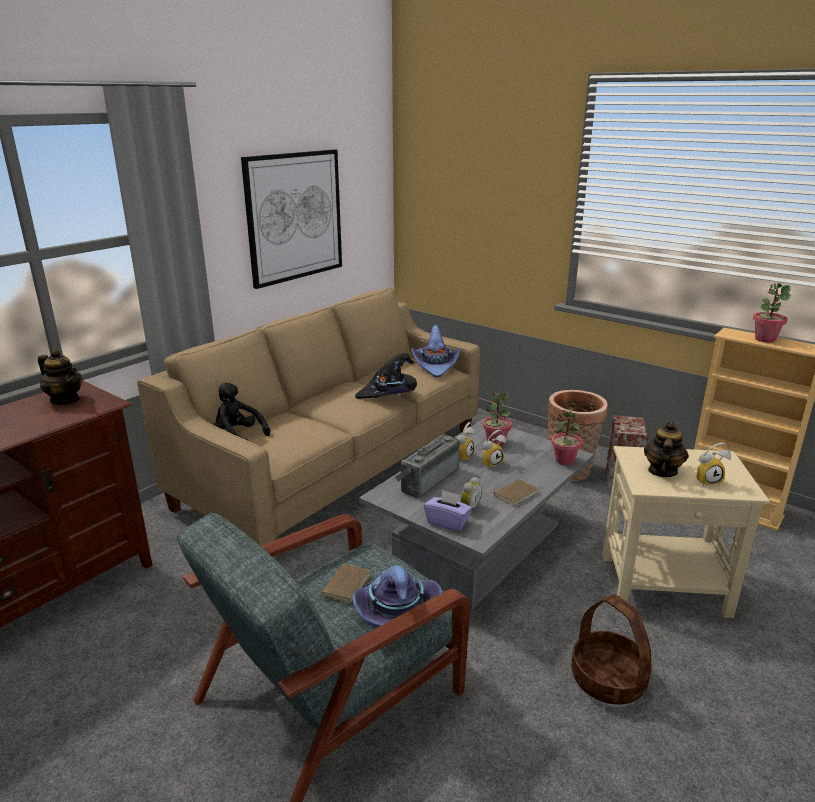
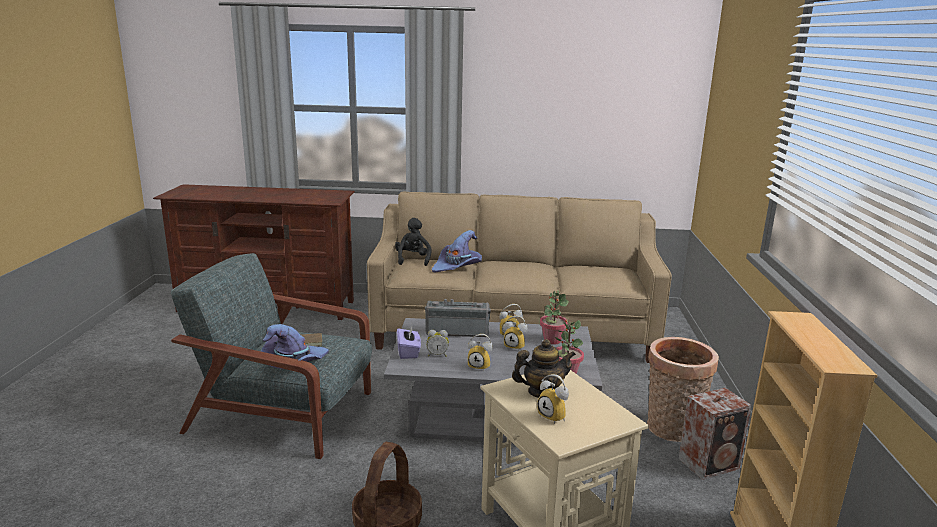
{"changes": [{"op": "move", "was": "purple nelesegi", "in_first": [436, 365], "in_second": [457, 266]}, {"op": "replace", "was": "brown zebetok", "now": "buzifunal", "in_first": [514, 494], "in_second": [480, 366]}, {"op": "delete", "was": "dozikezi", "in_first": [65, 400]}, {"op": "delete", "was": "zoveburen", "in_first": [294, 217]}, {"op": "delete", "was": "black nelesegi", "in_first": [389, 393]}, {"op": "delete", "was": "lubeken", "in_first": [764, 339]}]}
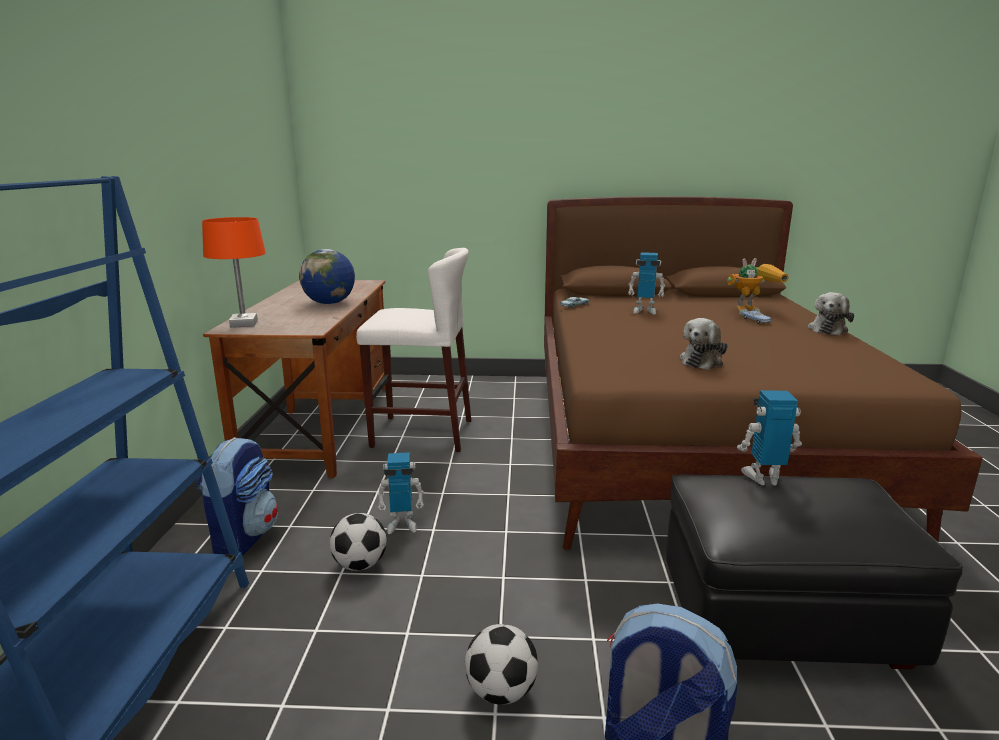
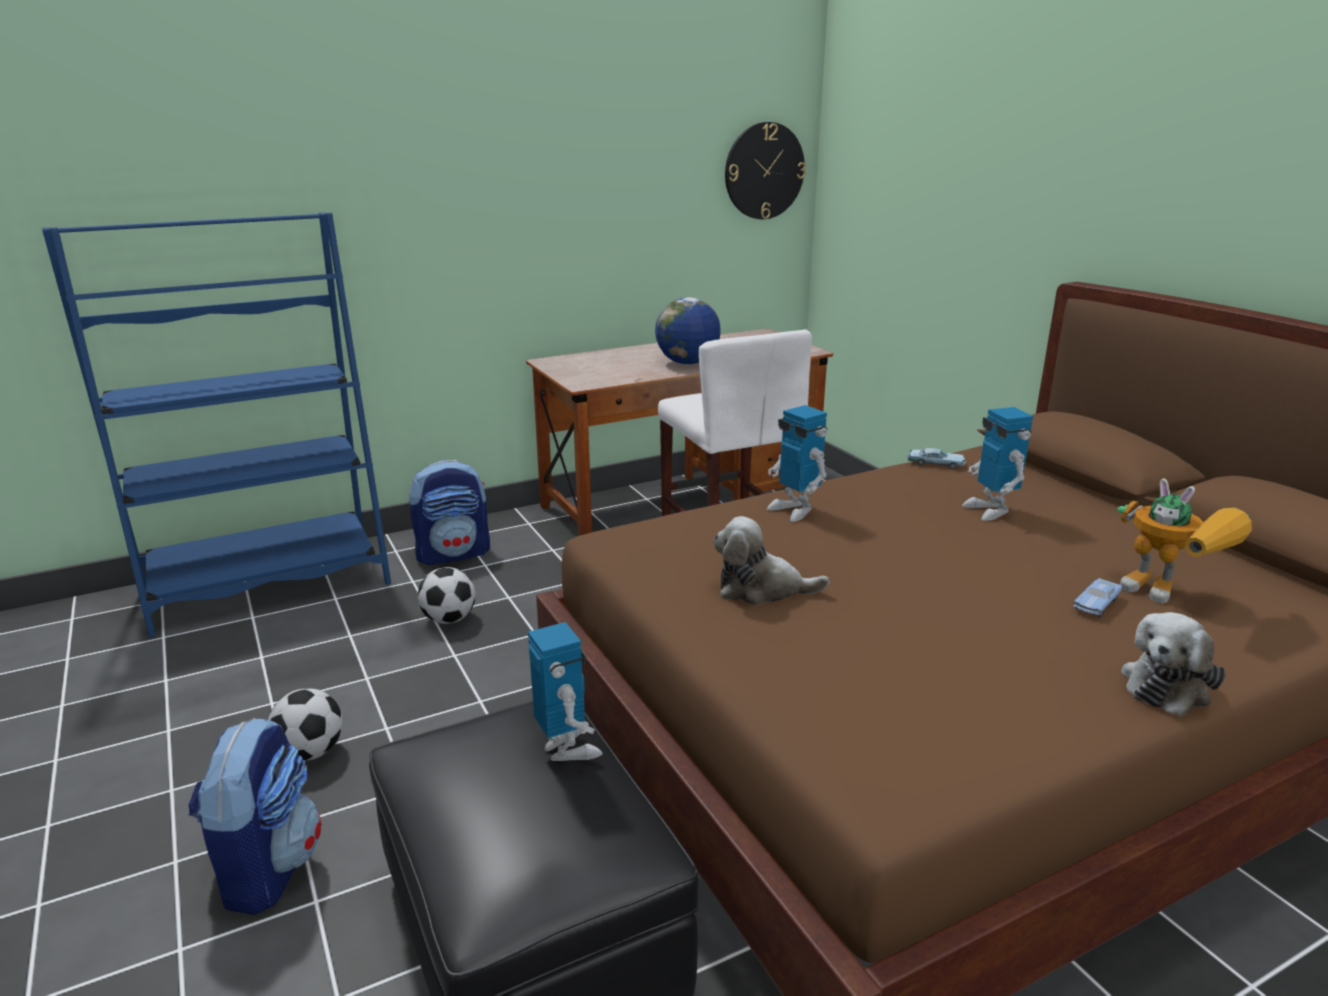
{"changes": [{"op": "insert", "now": "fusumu", "in_second": [764, 171]}, {"op": "move", "was": "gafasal", "in_first": [402, 524], "in_second": [794, 510]}, {"op": "rotate", "was": "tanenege", "in_first": [828, 329], "in_second": [1168, 685], "clockwise": -45}, {"op": "delete", "was": "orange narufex", "in_first": [244, 324]}]}
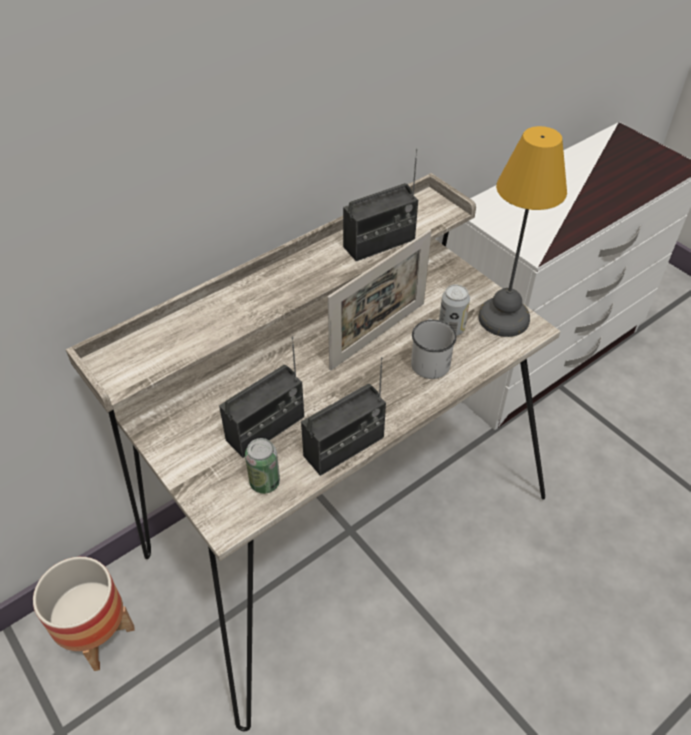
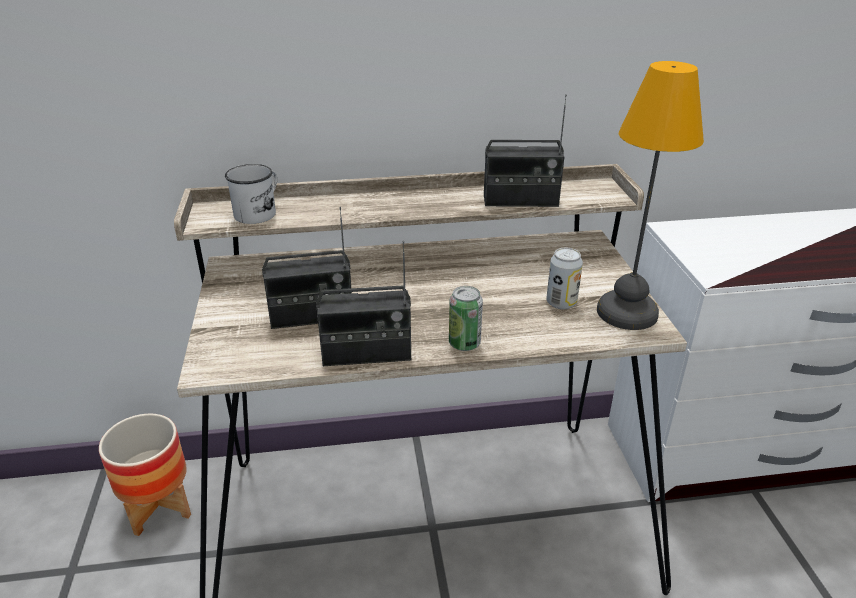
{"changes": [{"op": "move", "was": "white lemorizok", "in_first": [429, 359], "in_second": [259, 212]}, {"op": "move", "was": "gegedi", "in_first": [264, 482], "in_second": [464, 343]}, {"op": "delete", "was": "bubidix", "in_first": [378, 335]}]}
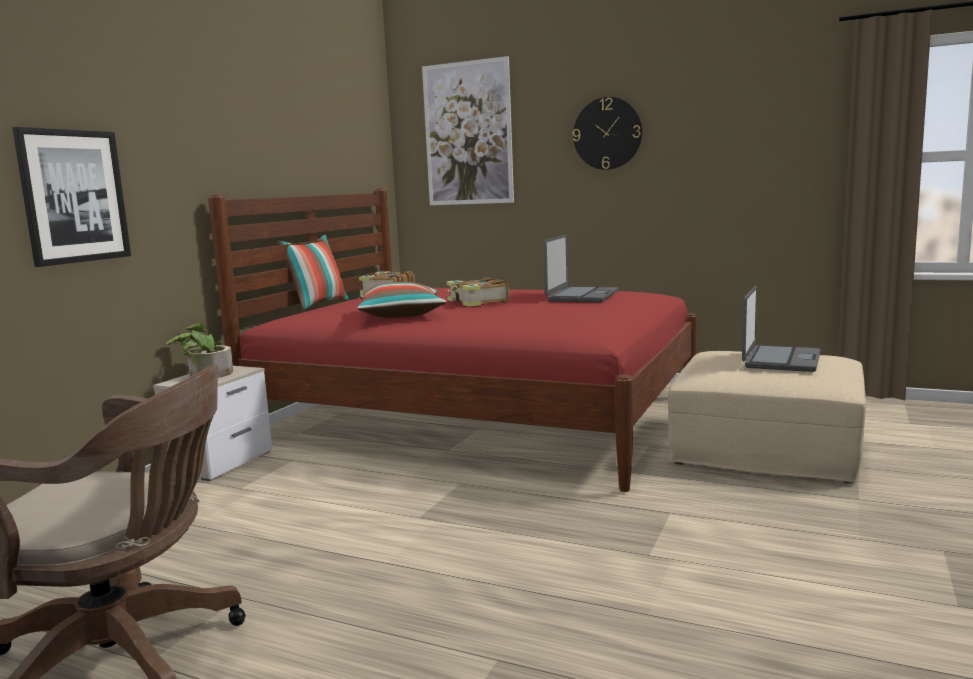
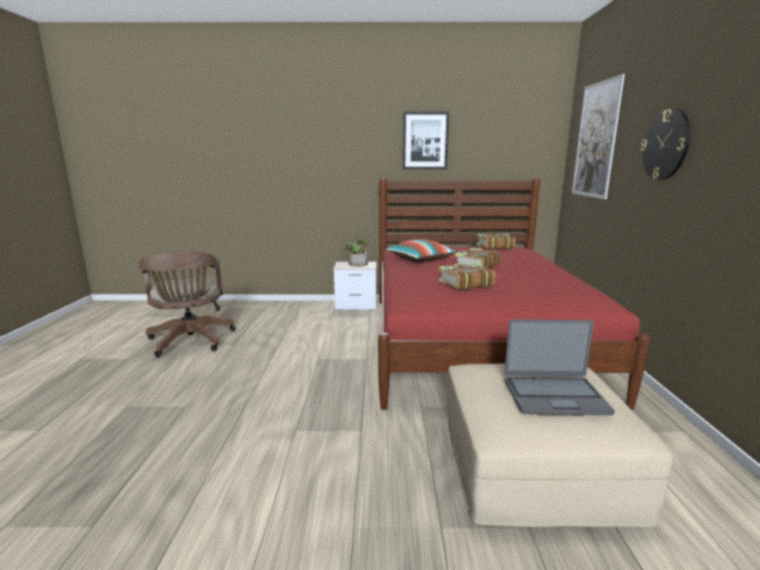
{"changes": [{"op": "move", "was": "zoveburen", "in_first": [74, 196], "in_second": [425, 141]}, {"op": "insert", "now": "zebetok", "in_second": [465, 284]}, {"op": "delete", "was": "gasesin", "in_first": [318, 305]}, {"op": "delete", "was": "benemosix", "in_first": [581, 296]}]}
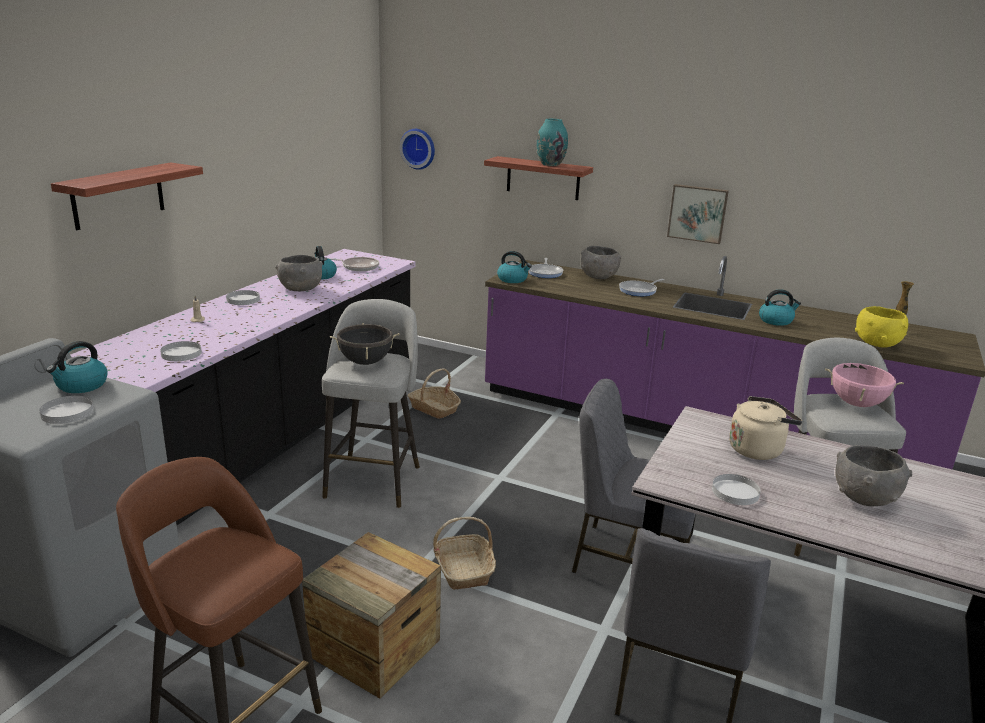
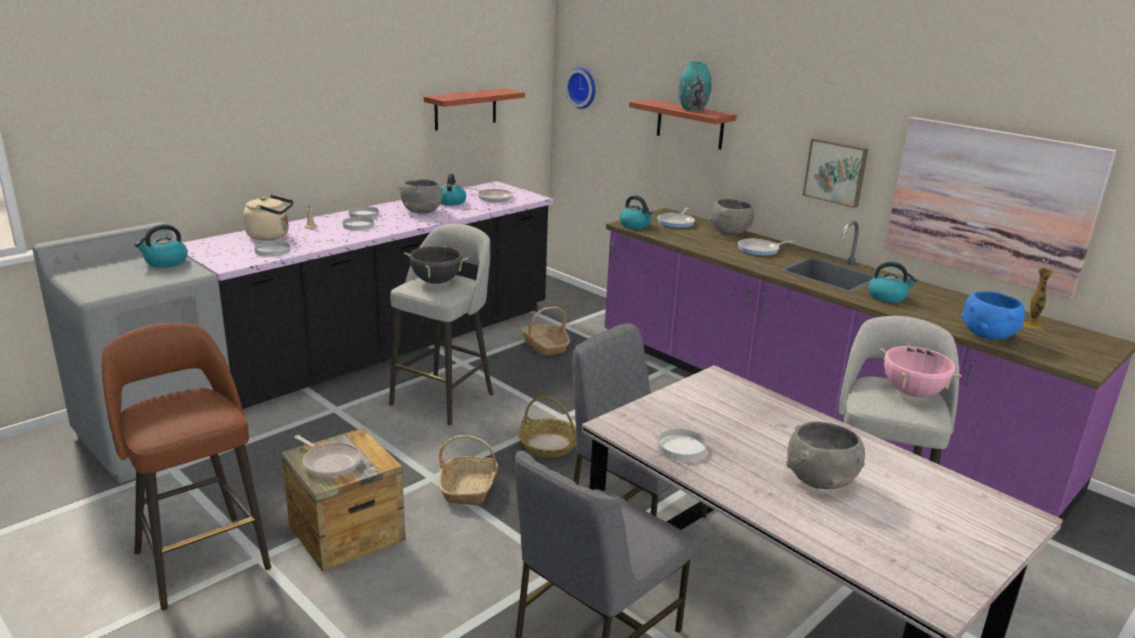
{"changes": [{"op": "move", "was": "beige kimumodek", "in_first": [757, 449], "in_second": [271, 236]}, {"op": "insert", "now": "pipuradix", "in_second": [330, 462]}, {"op": "move", "was": "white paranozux", "in_first": [67, 412], "in_second": [358, 225]}, {"op": "move", "was": "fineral", "in_first": [118, 195], "in_second": [465, 109]}, {"op": "insert", "now": "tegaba", "in_second": [548, 445]}, {"op": "insert", "now": "zoveburen", "in_second": [990, 203]}, {"op": "recolor", "was": "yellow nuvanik", "now": "blue nuvanik", "in_first": [877, 343], "in_second": [987, 335]}]}
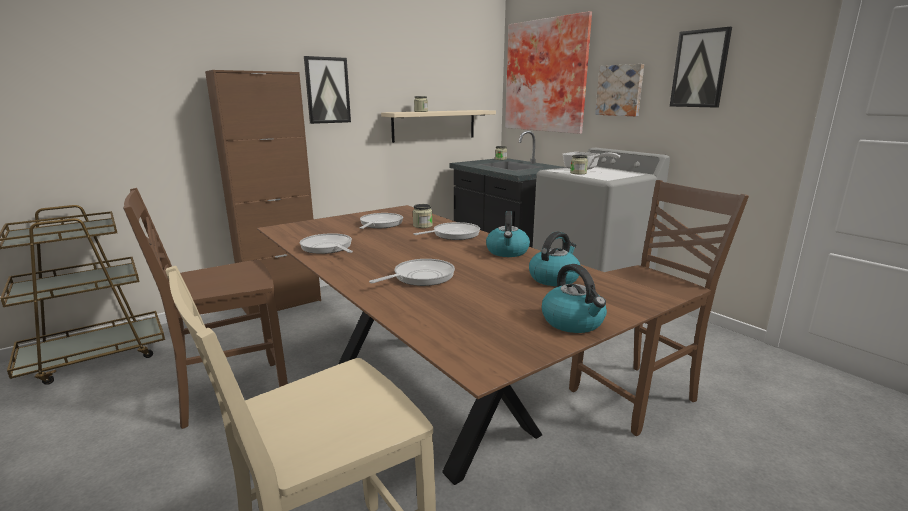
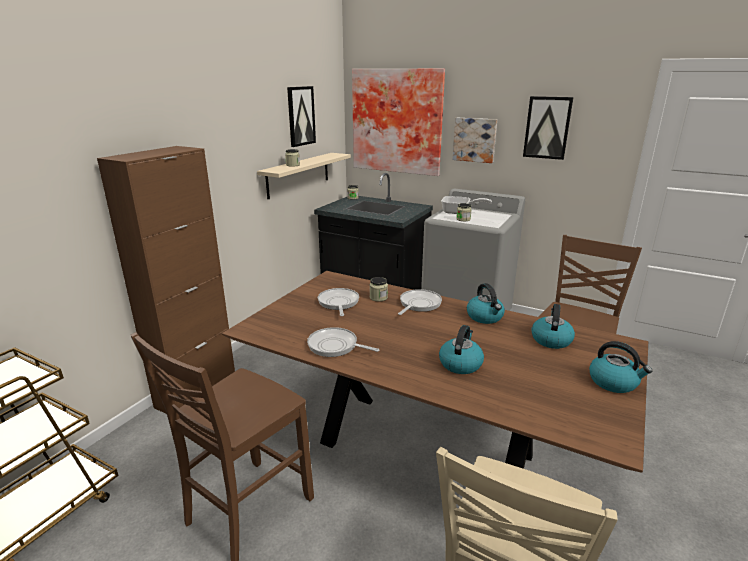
{"changes": [{"op": "move", "was": "zoveburen", "in_first": [327, 90], "in_second": [300, 116]}, {"op": "replace", "was": "pipuradix", "now": "kimumodek", "in_first": [420, 277], "in_second": [460, 363]}]}
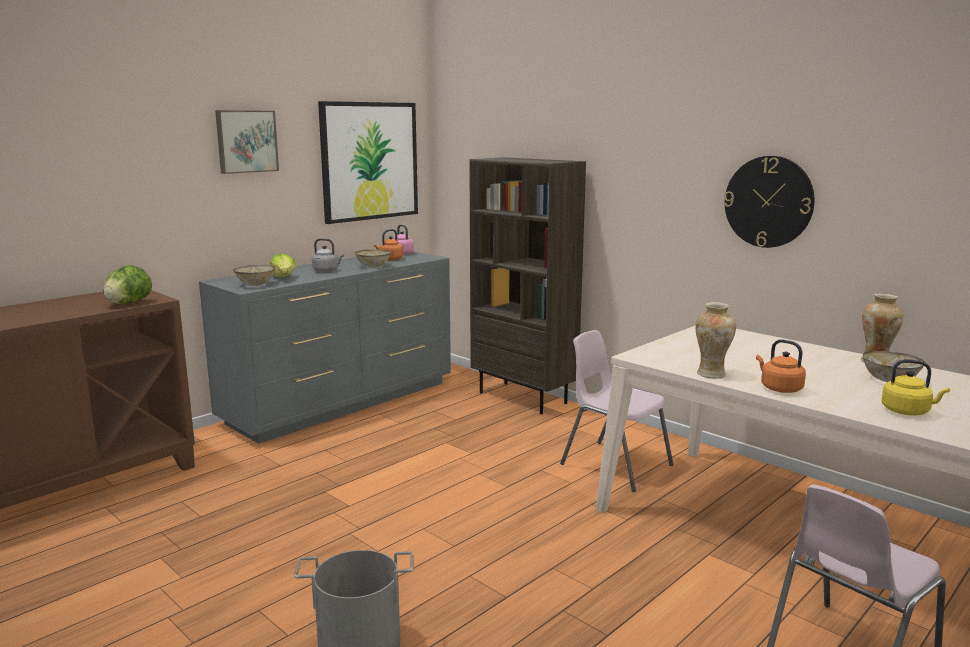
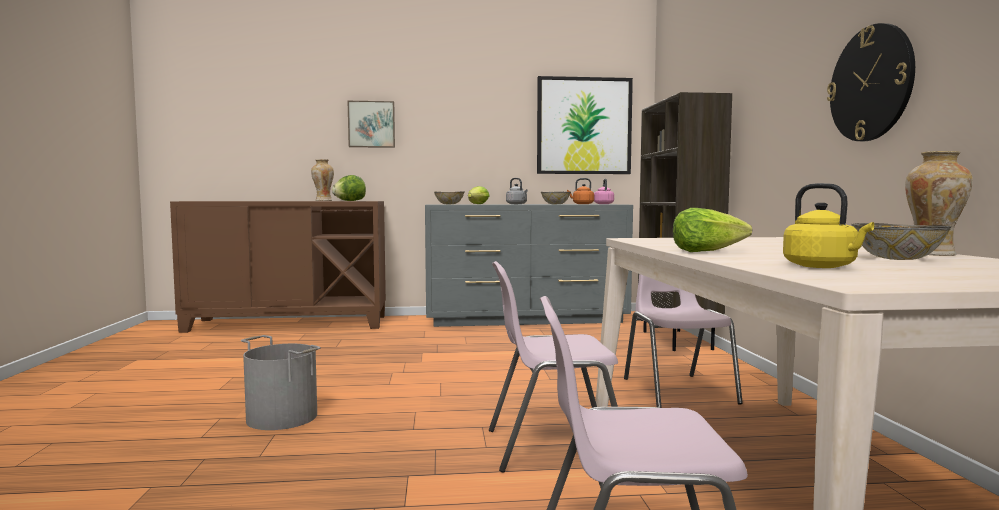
{"changes": [{"op": "move", "was": "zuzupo", "in_first": [711, 374], "in_second": [323, 201]}, {"op": "move", "was": "zoveburen", "in_first": [246, 141], "in_second": [371, 124]}, {"op": "insert", "now": "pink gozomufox", "in_second": [552, 447]}, {"op": "replace", "was": "orange kimumodek", "now": "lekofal", "in_first": [779, 388], "in_second": [707, 251]}]}
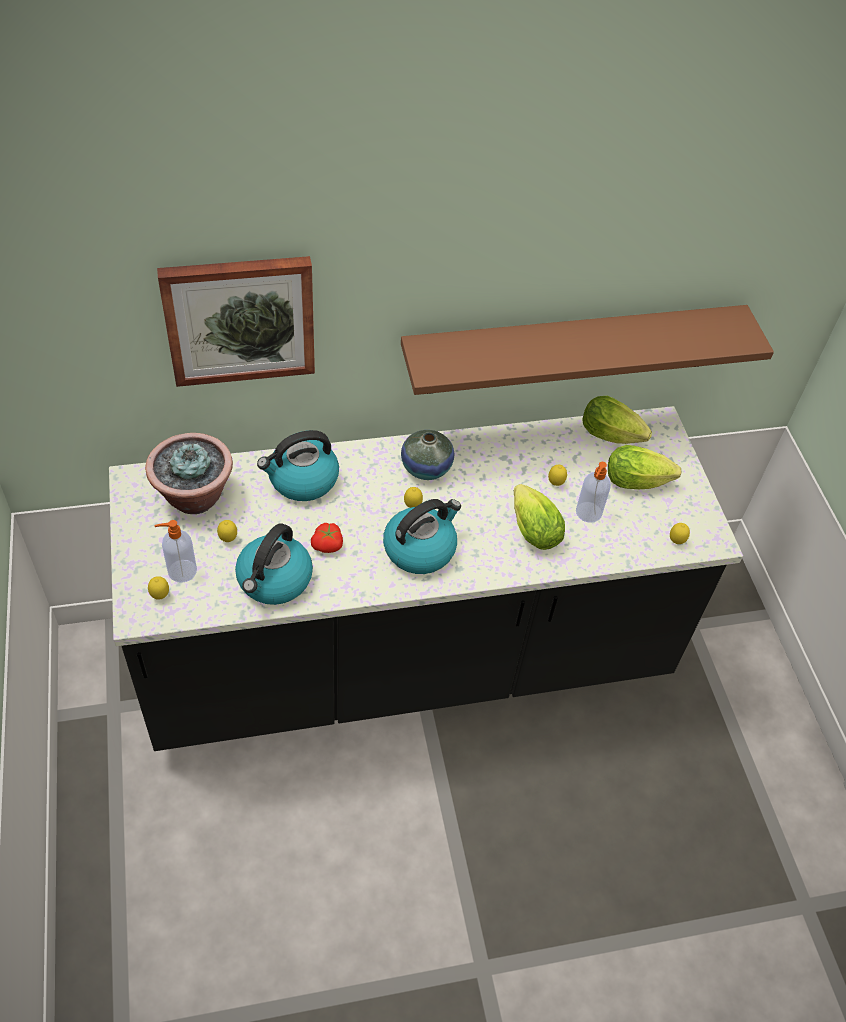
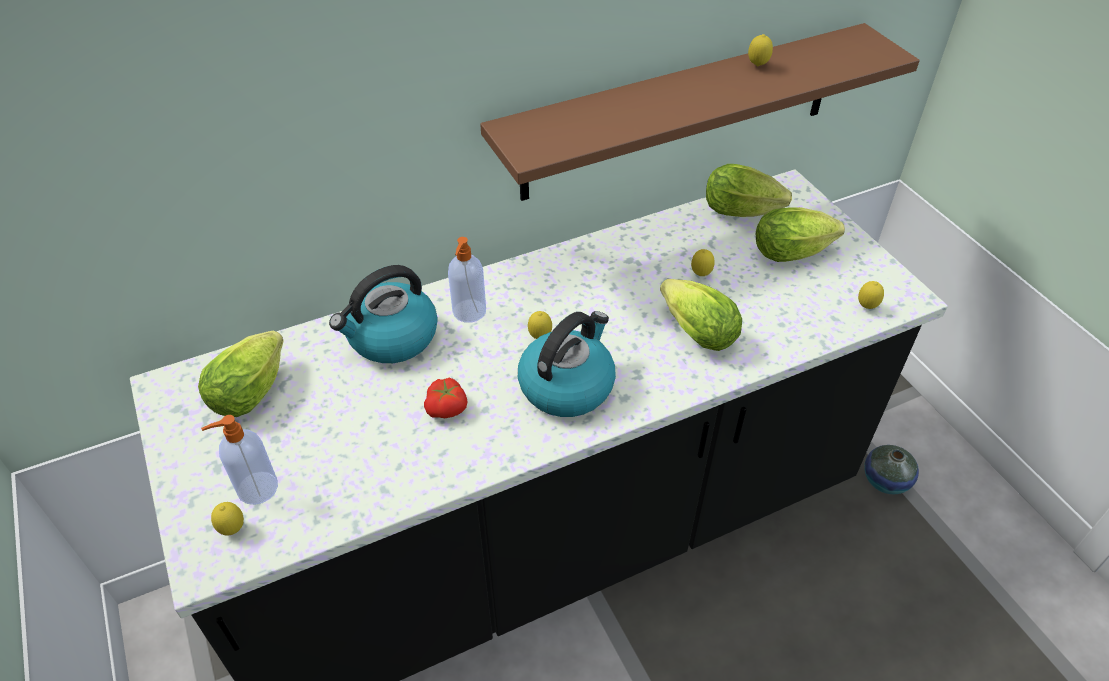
{"changes": [{"op": "replace", "was": "lubeken", "now": "lekofal", "in_first": [194, 496], "in_second": [253, 389]}, {"op": "move", "was": "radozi", "in_first": [588, 513], "in_second": [469, 312]}, {"op": "move", "was": "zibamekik", "in_first": [228, 539], "in_second": [757, 66]}, {"op": "move", "was": "zuzupo", "in_first": [426, 467], "in_second": [885, 480]}, {"op": "delete", "was": "zoveburen", "in_first": [240, 319]}, {"op": "delete", "was": "kimumodek", "in_first": [274, 580]}]}
